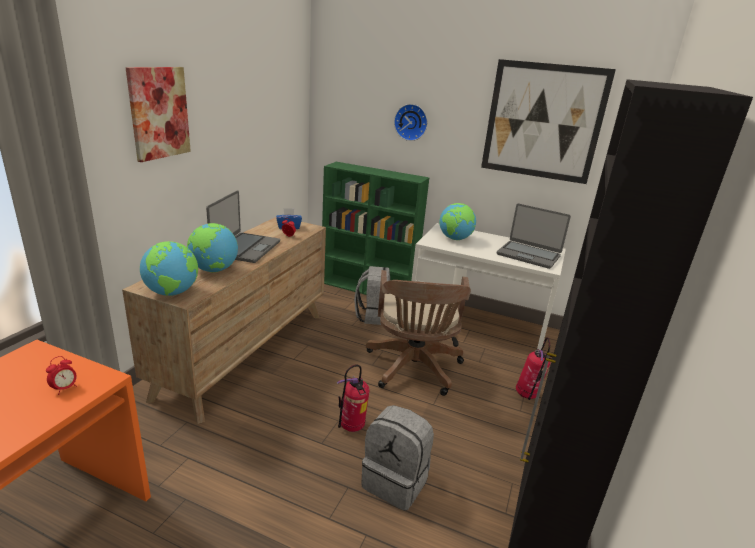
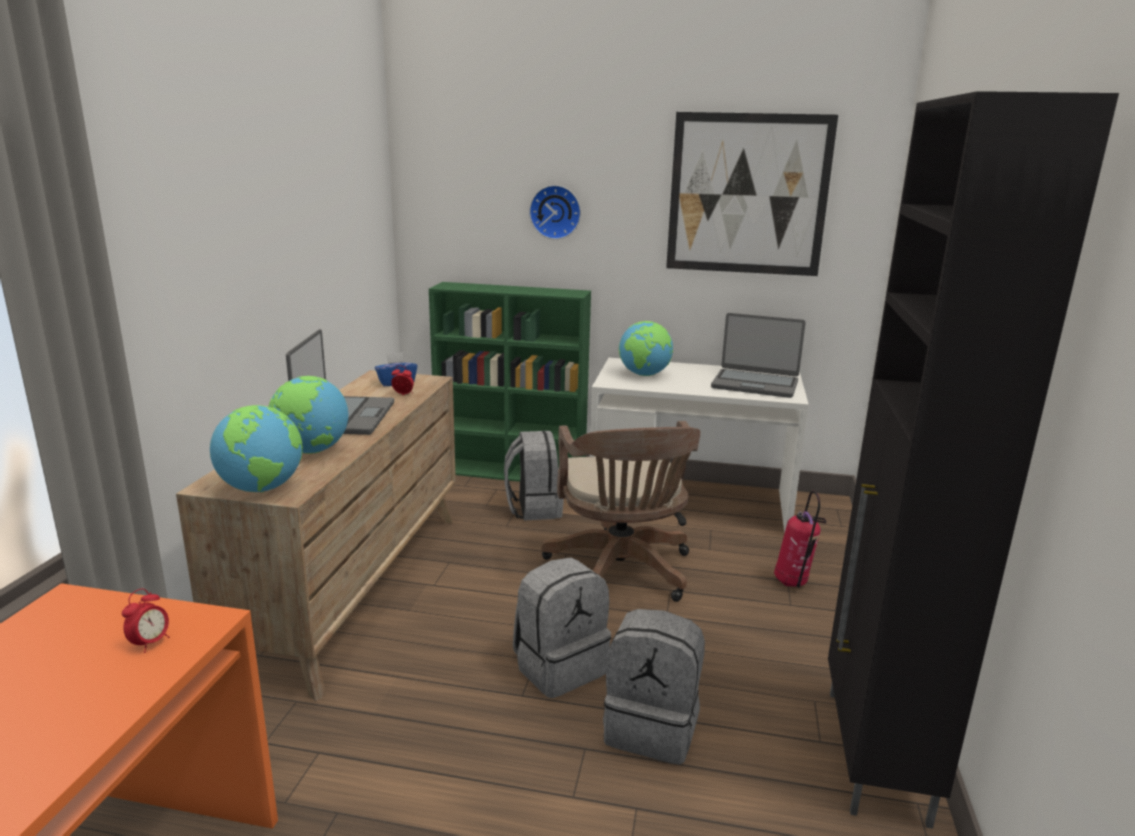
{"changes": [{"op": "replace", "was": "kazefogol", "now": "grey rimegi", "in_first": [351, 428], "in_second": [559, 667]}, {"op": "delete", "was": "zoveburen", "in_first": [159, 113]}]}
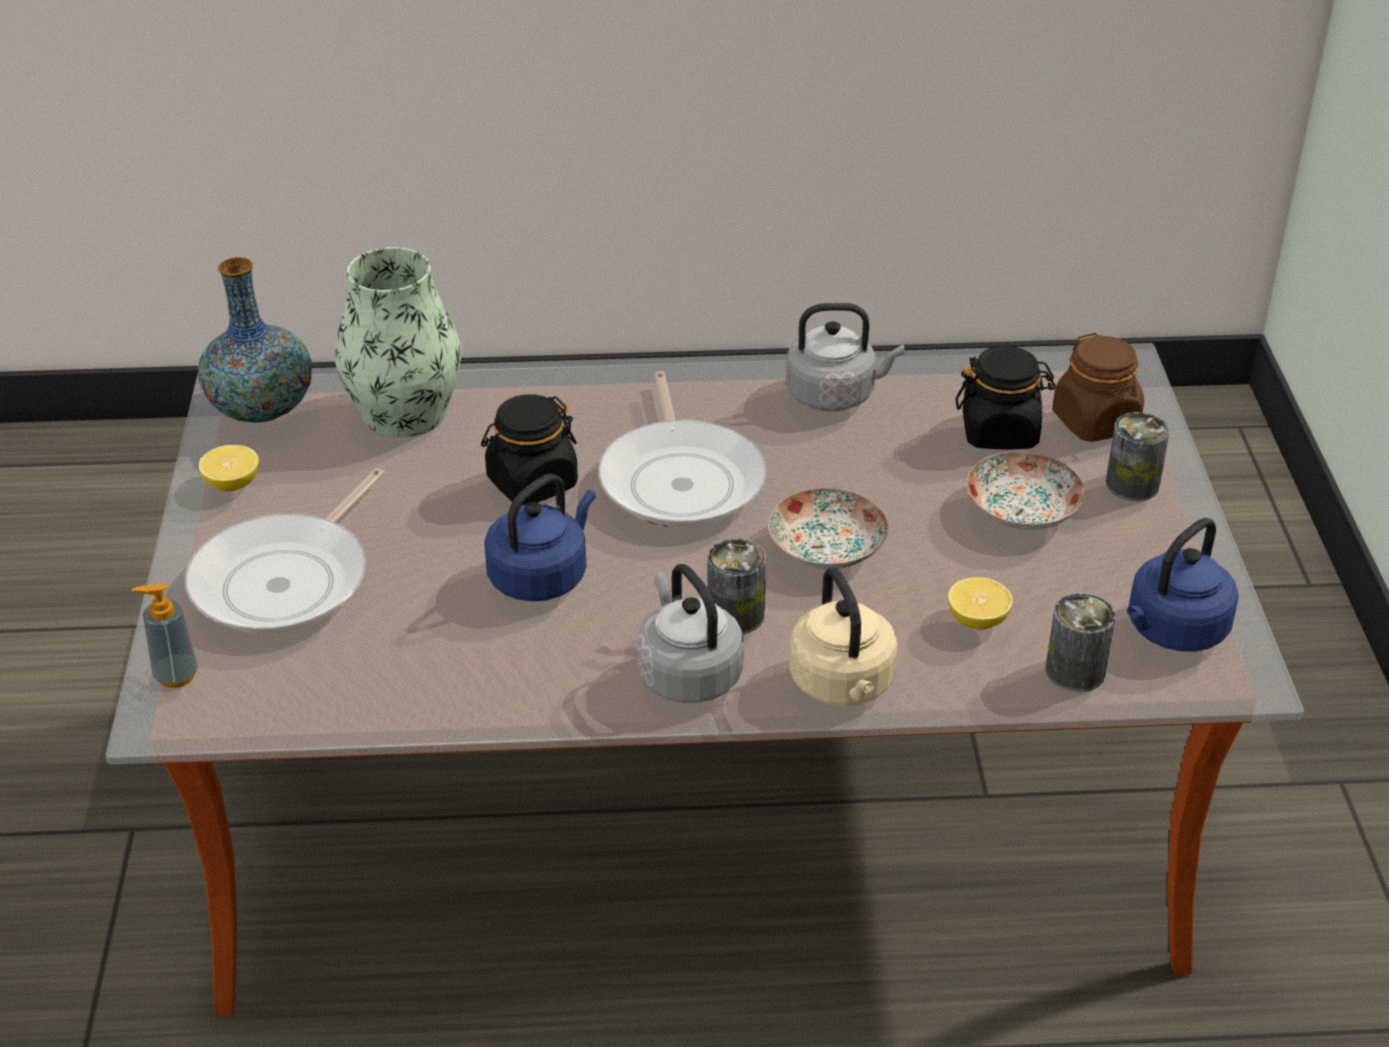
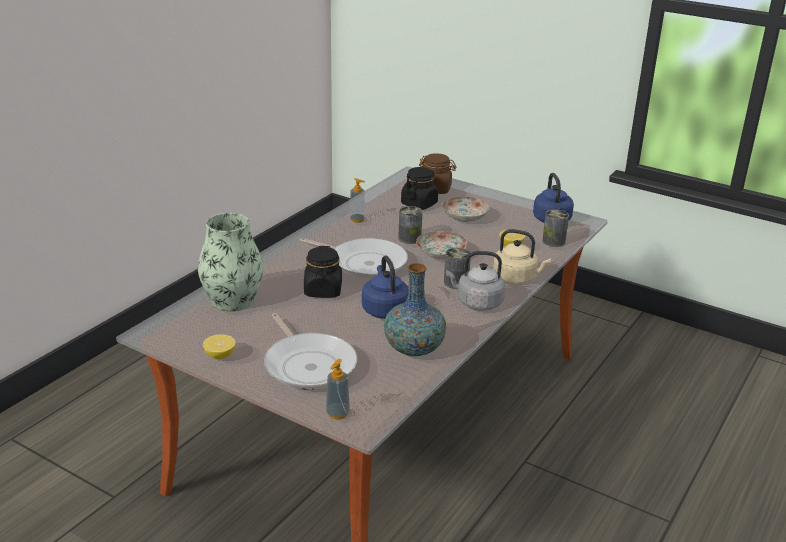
{"changes": [{"op": "replace", "was": "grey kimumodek", "now": "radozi", "in_first": [835, 395], "in_second": [357, 219]}, {"op": "move", "was": "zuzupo", "in_first": [262, 409], "in_second": [414, 349]}, {"op": "move", "was": "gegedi", "in_first": [1132, 484], "in_second": [409, 238]}]}
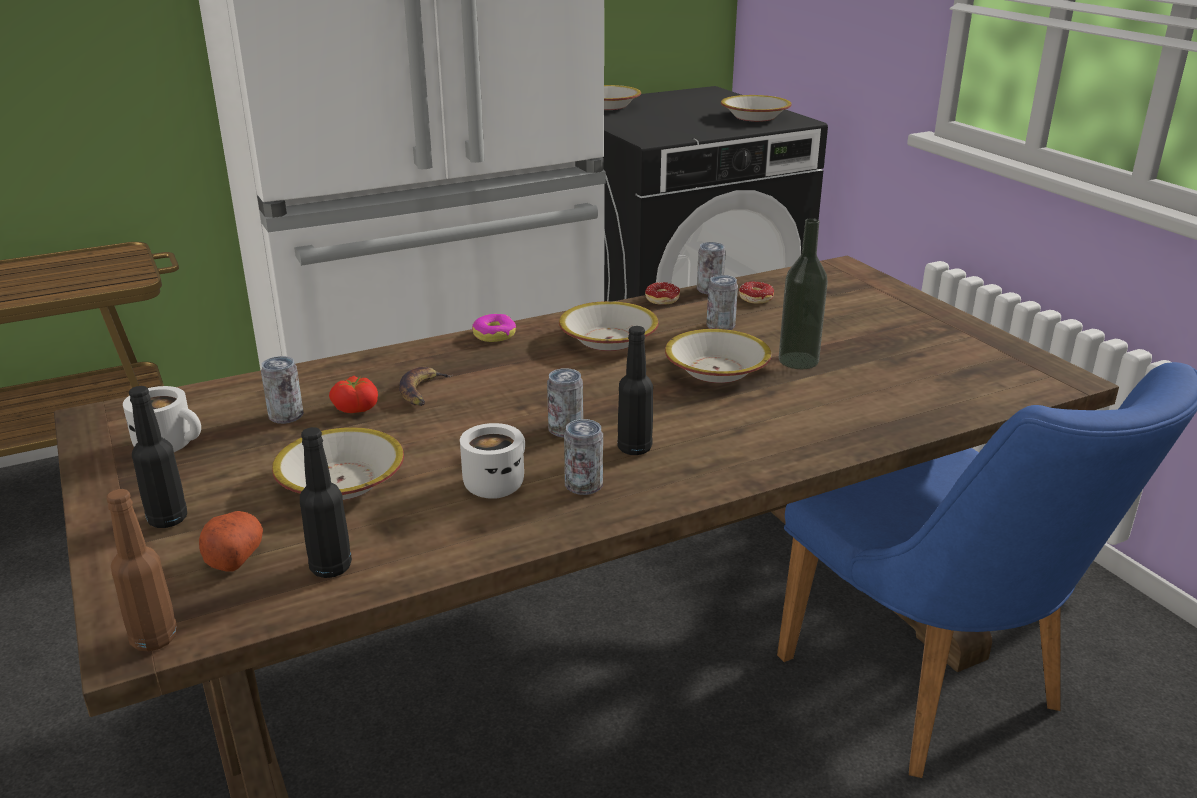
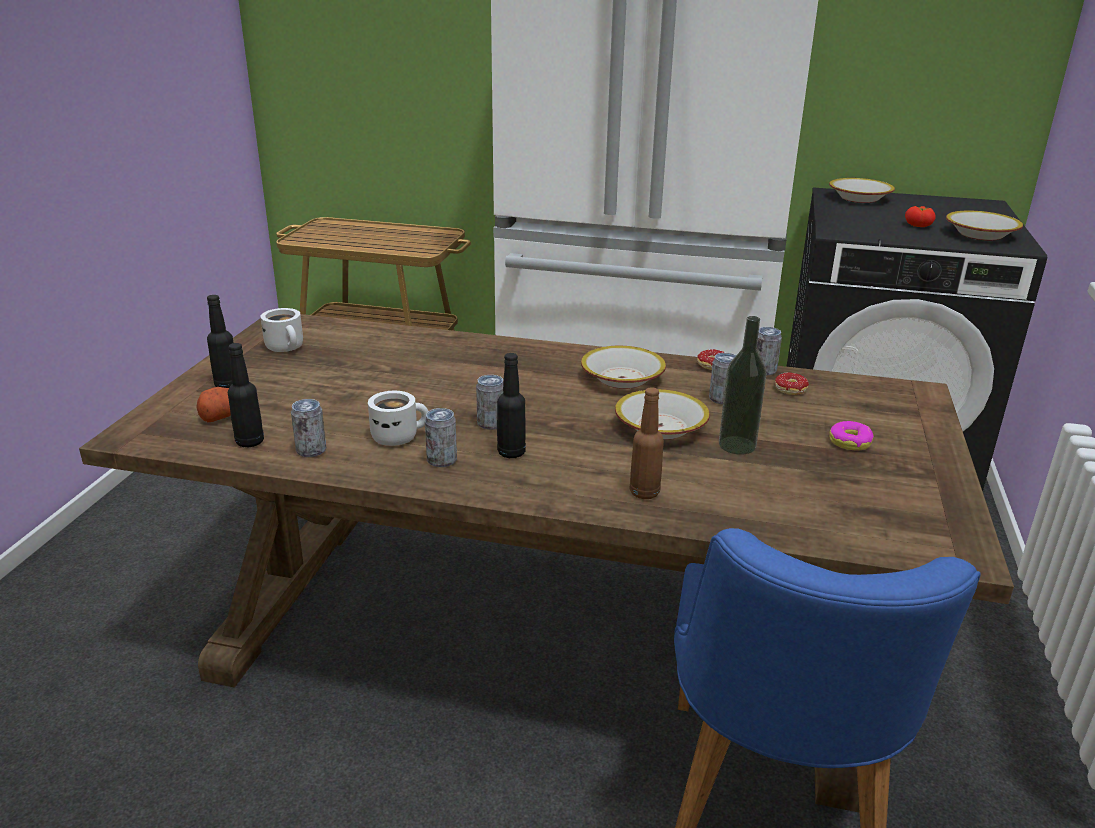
{"changes": [{"op": "move", "was": "gegedi", "in_first": [286, 416], "in_second": [311, 450]}, {"op": "move", "was": "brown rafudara", "in_first": [154, 638], "in_second": [644, 492]}, {"op": "move", "was": "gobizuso", "in_first": [494, 335], "in_second": [850, 442]}, {"op": "move", "was": "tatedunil", "in_first": [356, 407], "in_second": [919, 225]}, {"op": "delete", "was": "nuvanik", "in_first": [341, 481]}, {"op": "delete", "was": "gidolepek", "in_first": [422, 391]}]}
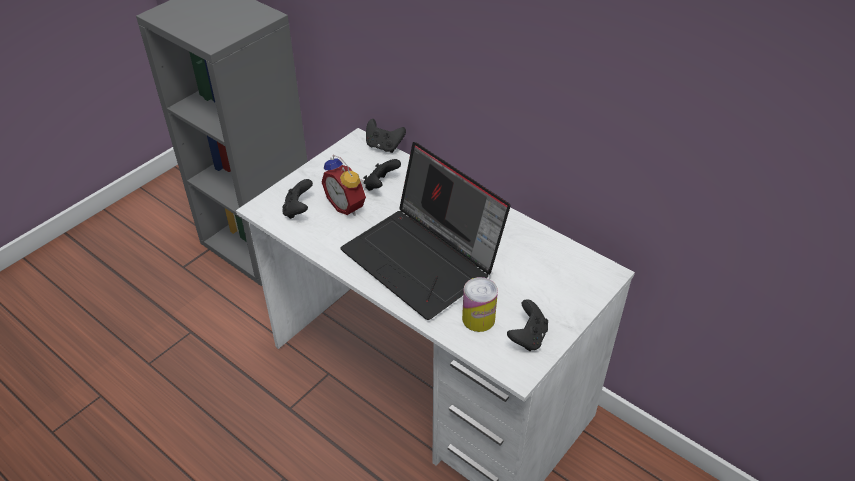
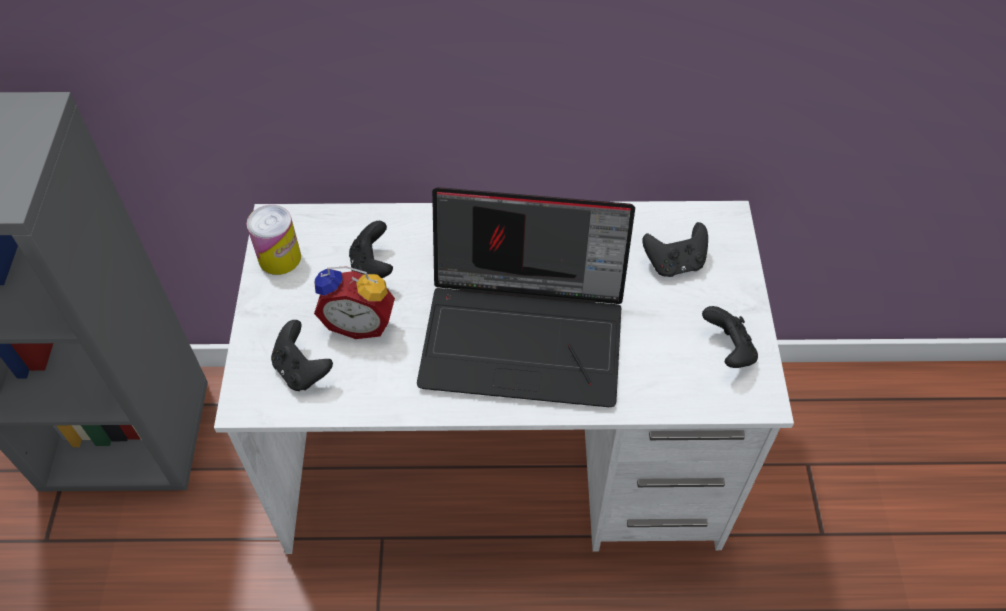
{"changes": [{"op": "move", "was": "gegedi", "in_first": [478, 319], "in_second": [279, 258]}, {"op": "move", "was": "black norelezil", "in_first": [384, 146], "in_second": [674, 263]}]}
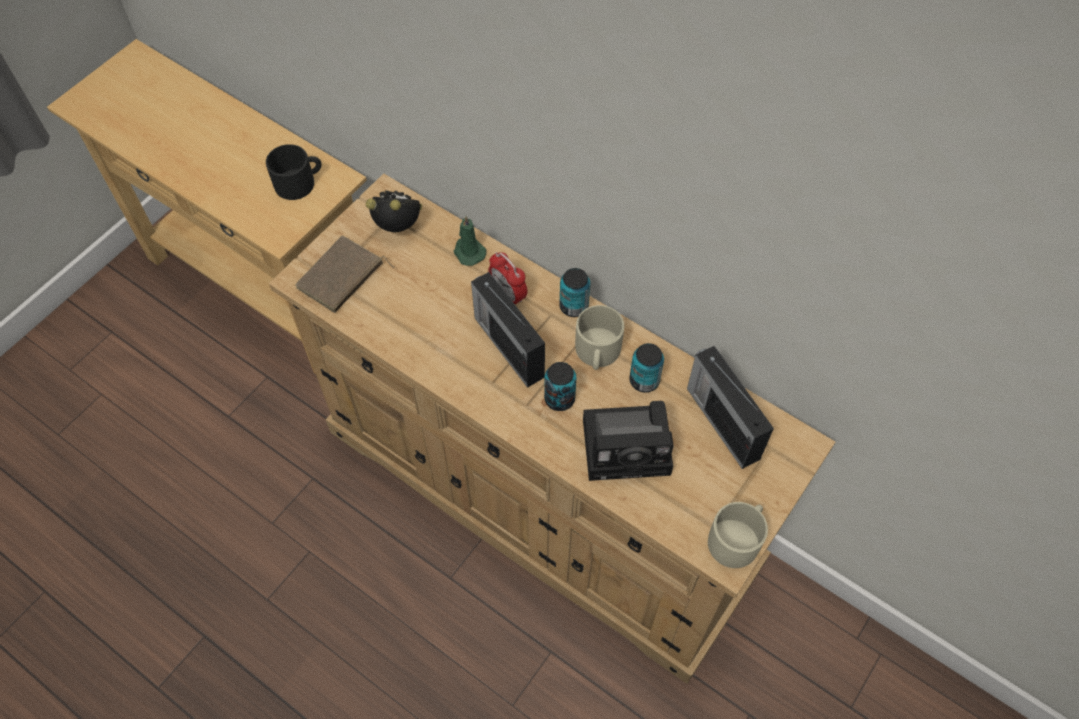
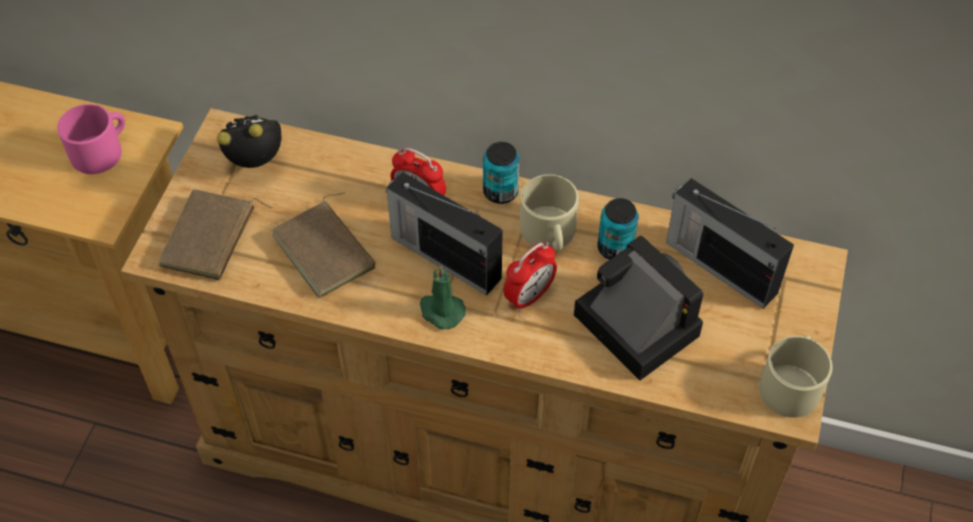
{"changes": [{"op": "recolor", "was": "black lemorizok", "now": "pink lemorizok", "in_first": [299, 182], "in_second": [102, 150]}, {"op": "insert", "now": "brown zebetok", "in_second": [327, 251]}, {"op": "move", "was": "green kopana", "in_first": [468, 252], "in_second": [441, 311]}, {"op": "replace", "was": "gegedi", "now": "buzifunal", "in_first": [559, 399], "in_second": [529, 296]}, {"op": "rotate", "was": "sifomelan", "in_first": [630, 446], "in_second": [631, 322], "clockwise": -105}]}
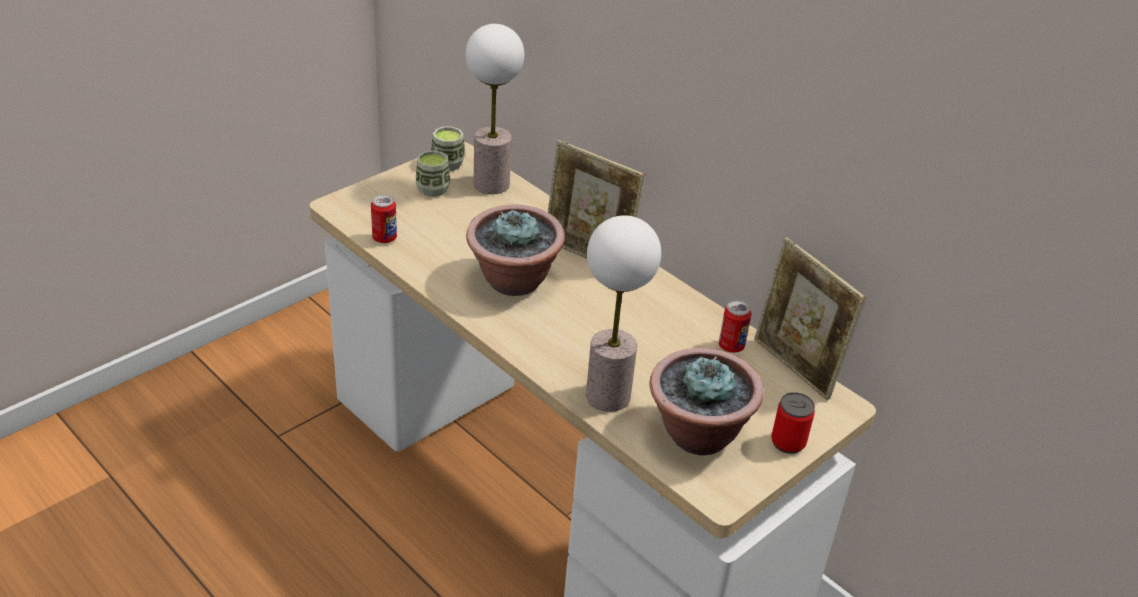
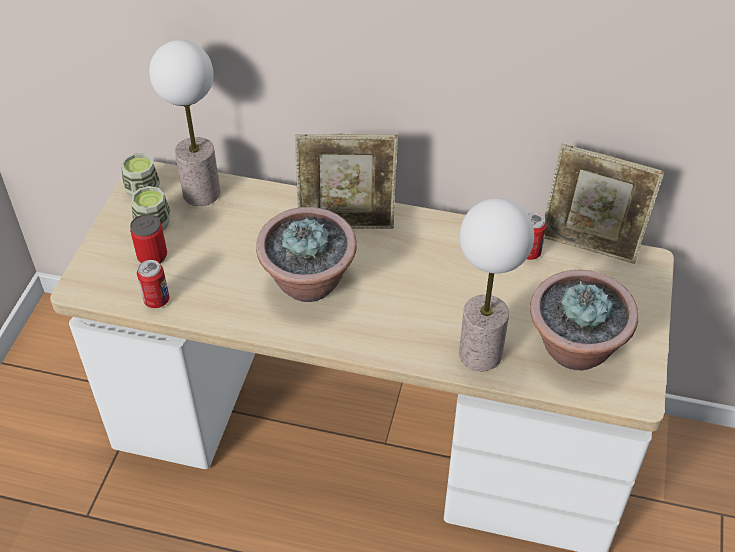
{"changes": [{"op": "move", "was": "gegedi", "in_first": [788, 442], "in_second": [152, 256]}]}
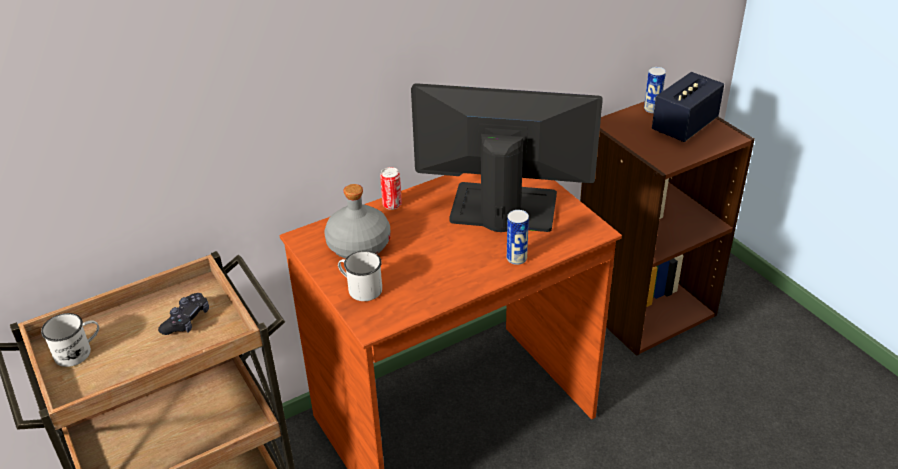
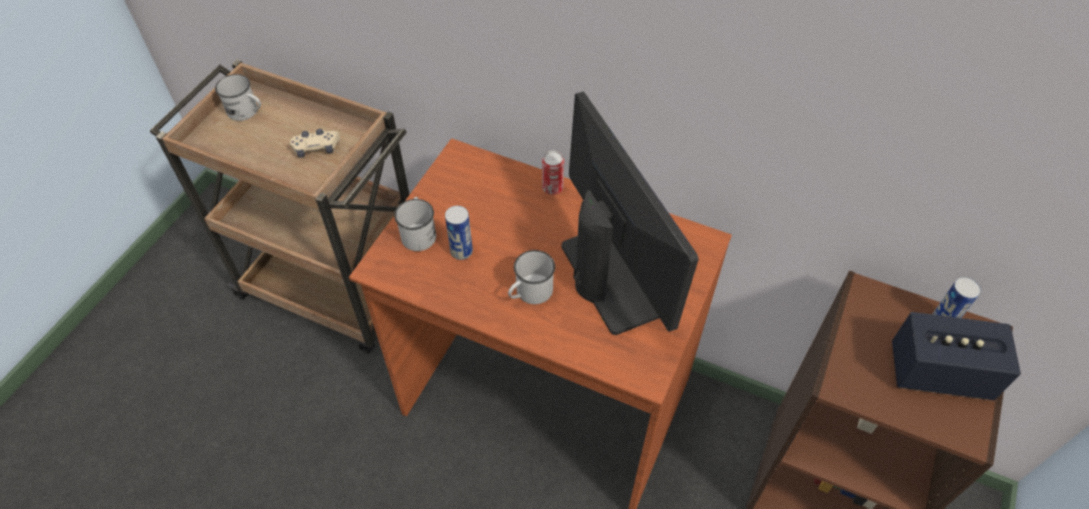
{"changes": [{"op": "recolor", "was": "black norelezil", "now": "beige norelezil", "in_first": [187, 320], "in_second": [316, 148]}, {"op": "move", "was": "gegedi", "in_first": [516, 258], "in_second": [461, 251]}, {"op": "insert", "now": "white lemorizok", "in_second": [529, 293]}, {"op": "delete", "was": "grey rafudara", "in_first": [358, 245]}]}
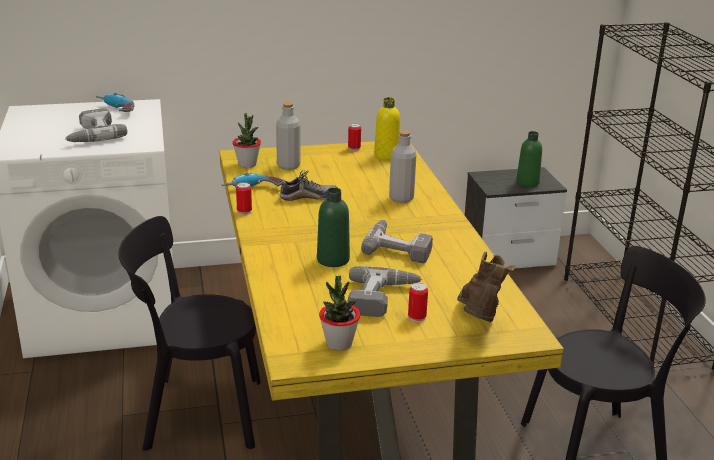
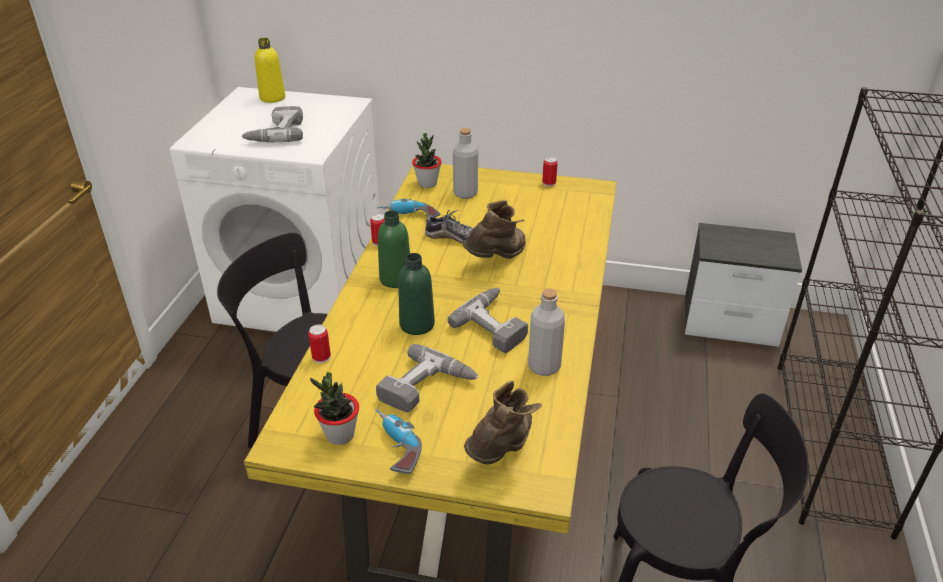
{"changes": [{"op": "move", "was": "yellow rafudara", "in_first": [386, 156], "in_second": [272, 98]}, {"op": "move", "was": "gegedi", "in_first": [417, 317], "in_second": [321, 357]}, {"op": "move", "was": "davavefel", "in_first": [115, 110], "in_second": [394, 447]}, {"op": "move", "was": "green rafudara", "in_first": [527, 183], "in_second": [395, 279]}, {"op": "insert", "now": "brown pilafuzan", "in_second": [497, 259]}, {"op": "move", "was": "grey rafudara", "in_first": [401, 198], "in_second": [544, 366]}]}
